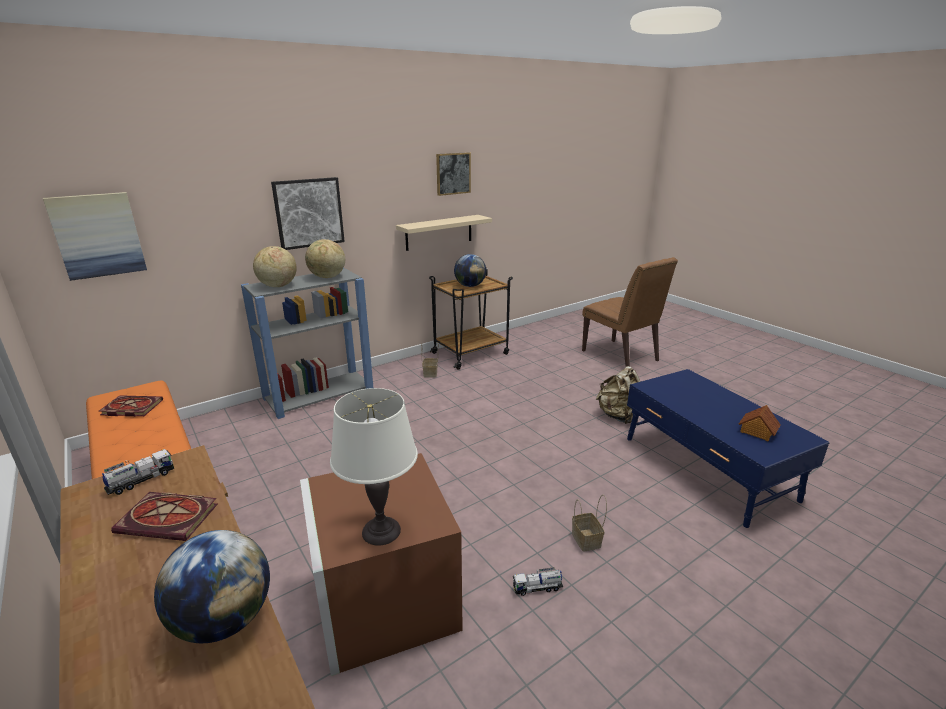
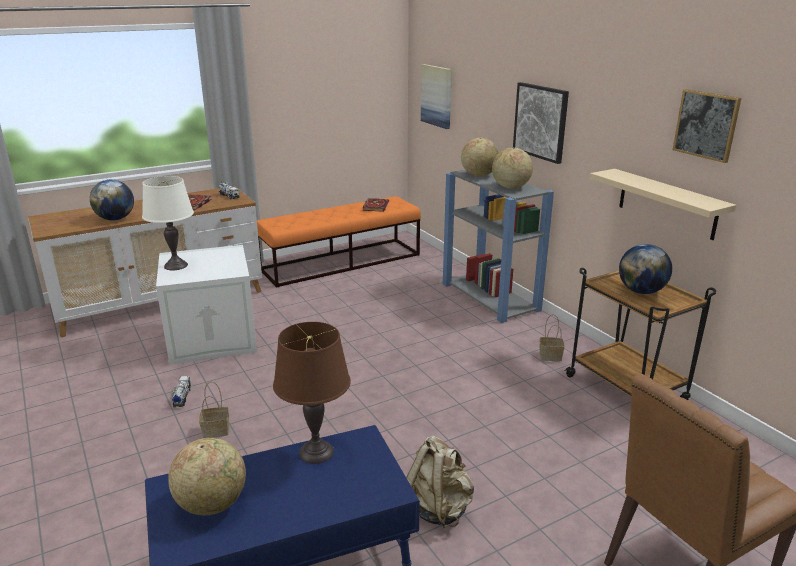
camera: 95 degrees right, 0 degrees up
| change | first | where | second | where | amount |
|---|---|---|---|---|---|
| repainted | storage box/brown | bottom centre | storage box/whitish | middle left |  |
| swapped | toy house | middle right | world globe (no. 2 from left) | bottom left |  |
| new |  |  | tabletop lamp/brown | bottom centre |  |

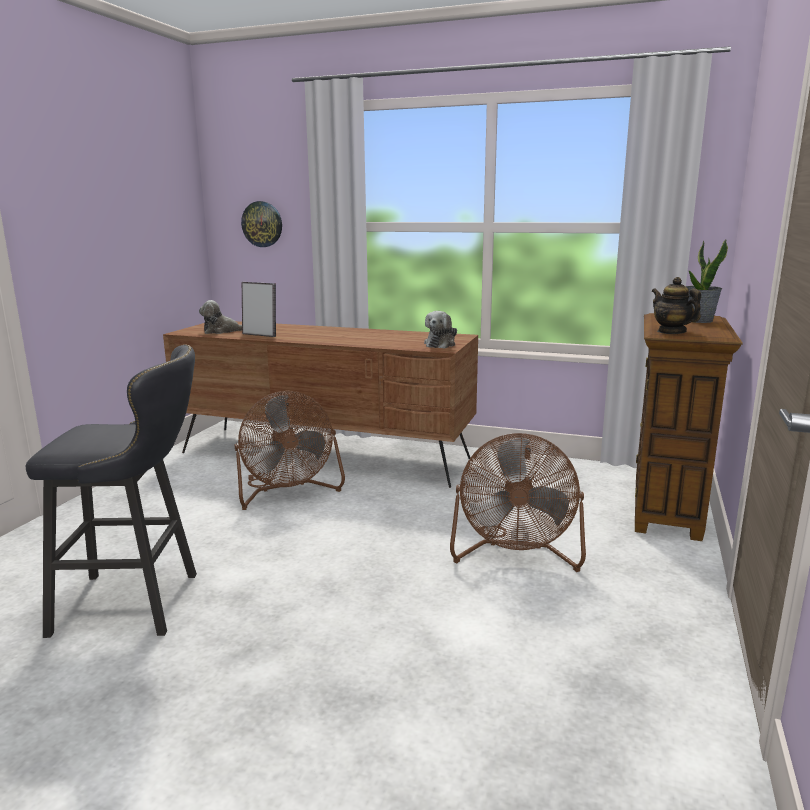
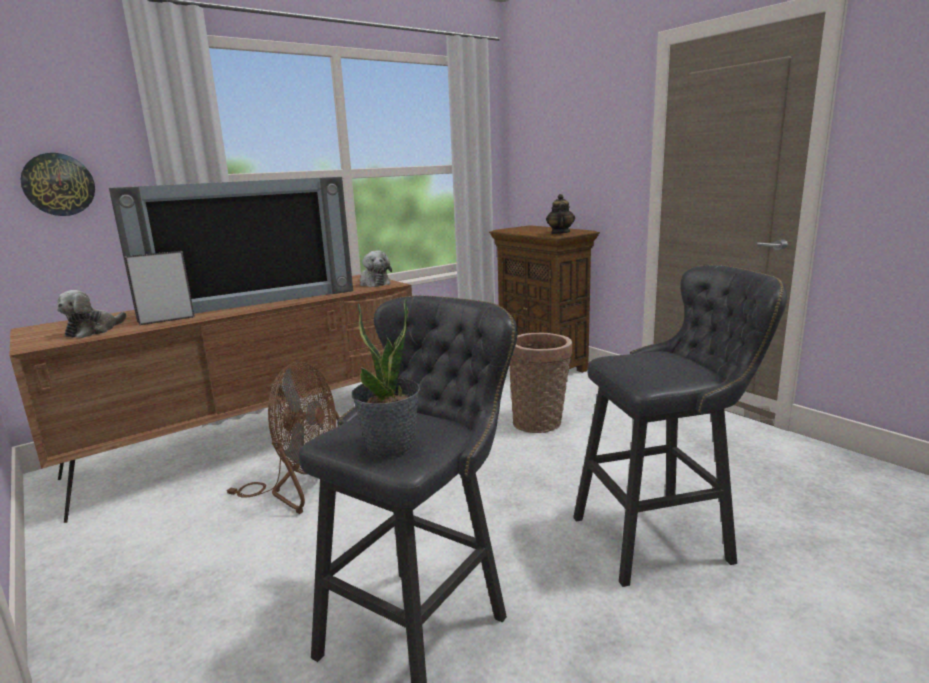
camera: 55 degrees left, 0 degrees up
| change | first | where | second | where | amount |
|---|---|---|---|---|---|
| swapped | cooling fan/brown (no. 2 from left) | centre | basket | centre |  |
| rotated | pot for tea | middle right |  | top centre | 90 degrees clockwise |
| shifted | potted plant | middle right |  | centre |  |
| new |  |  | television | middle left |  |
| new |  |  | stool/black (no. 2 from left) | middle right |  |

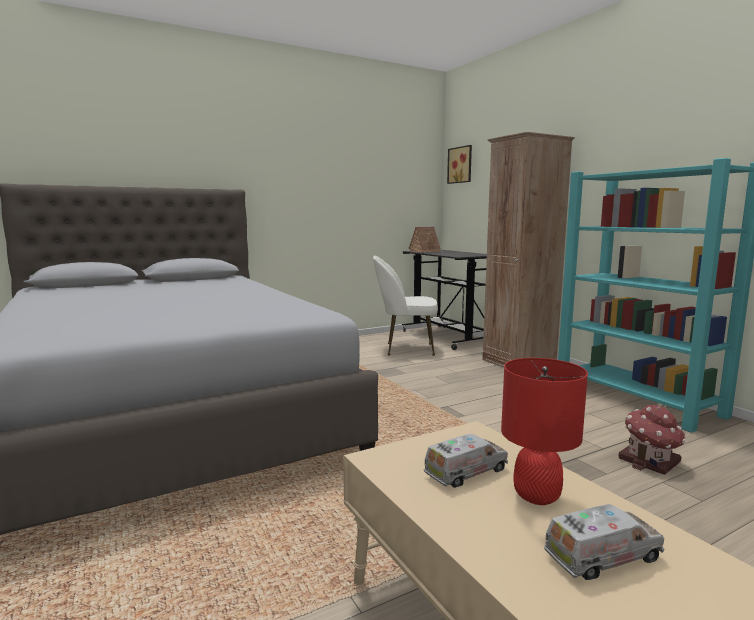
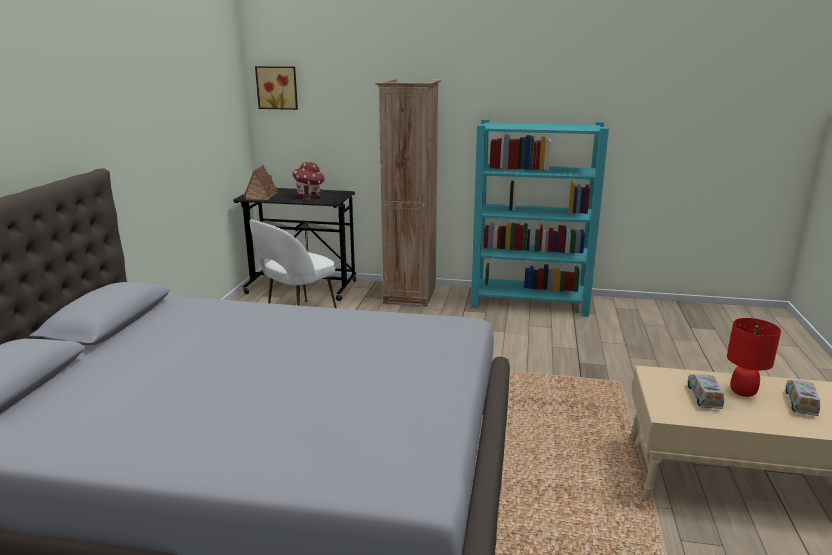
camera: 50 degrees left, 10 degrees up
| change | first | where | second | where | amount |
|---|---|---|---|---|---|
| shifted | toy house (no. 2 from left) | bottom right |  | top centre |  |

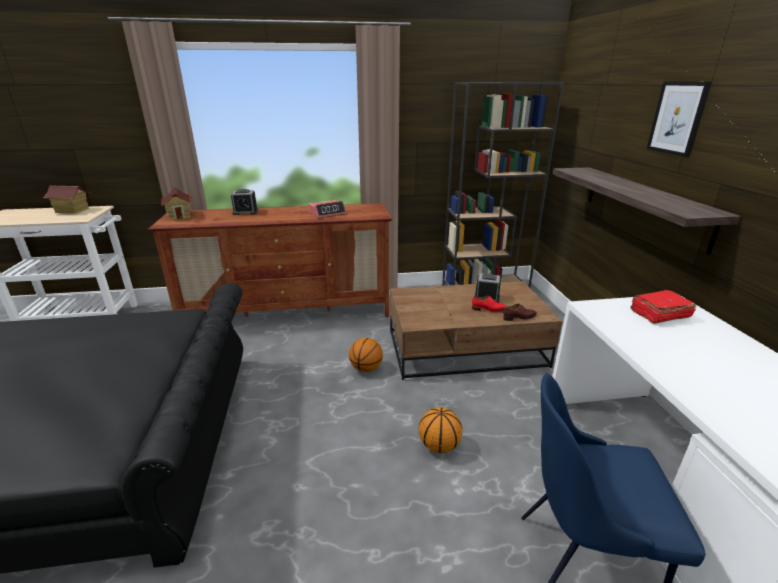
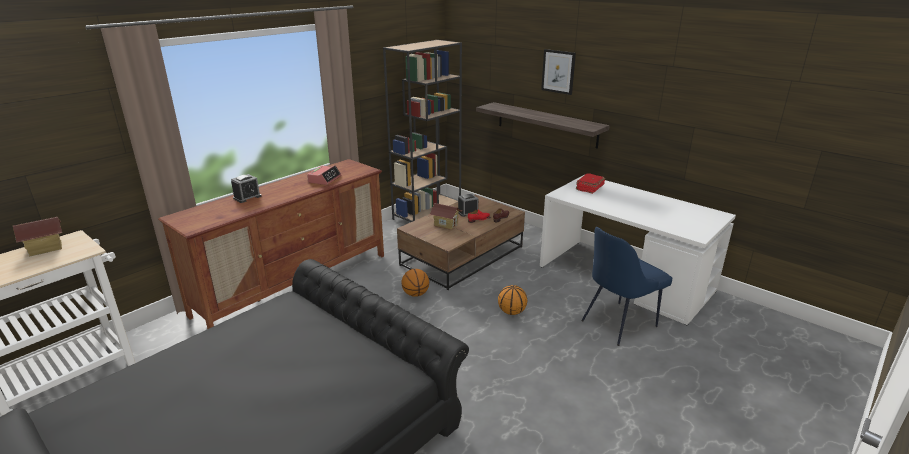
camera: 40 degrees left, 0 degrees up
| change | first | where | second | where | amount |
|---|---|---|---|---|---|
| shifted | toy house (no. 2 from left) | middle left |  | centre |  |

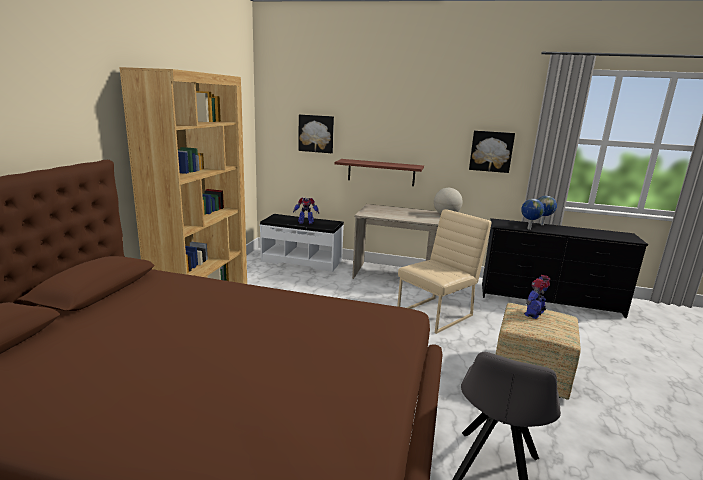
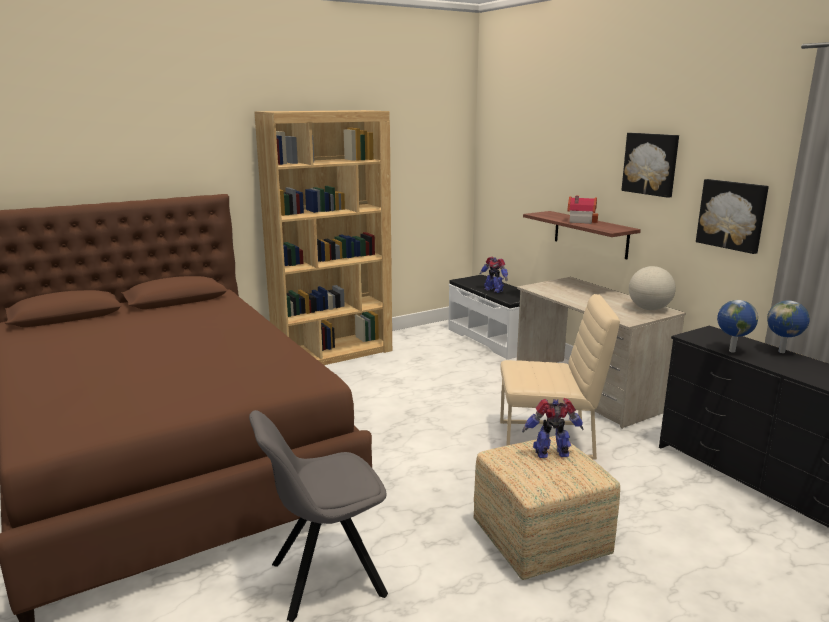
camera: 45 degrees right, 0 degrees up
| change | first | where | second | where | amount |
|---|---|---|---|---|---|
| shifted | wall art (no. 1 from left) | top centre |  | top right |  |
| new |  |  | toy house | middle right |  |

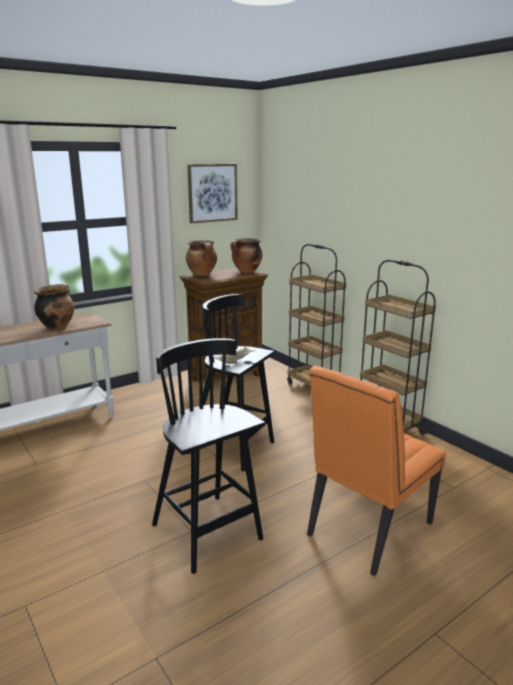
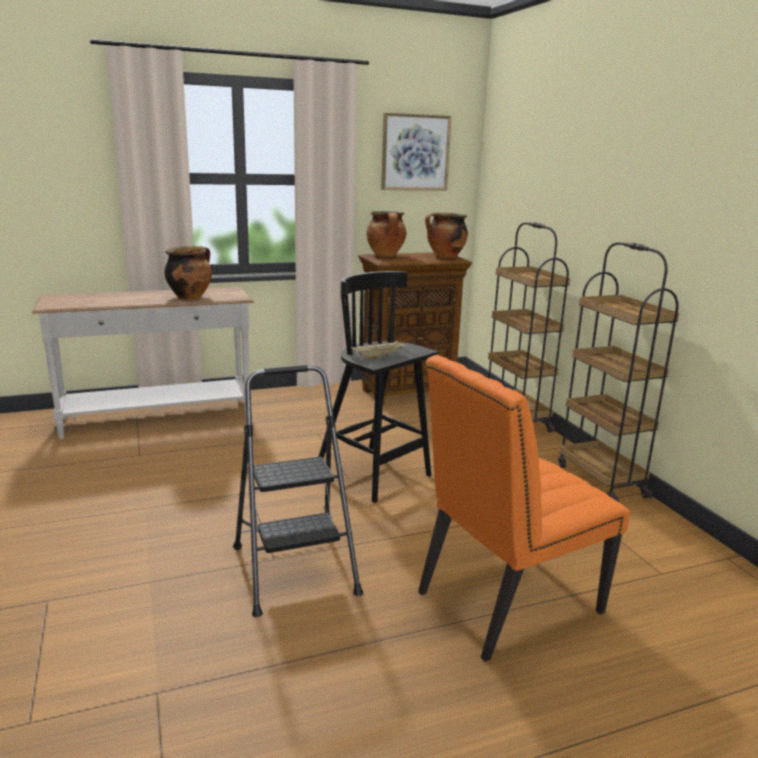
camera: 15 degrees right, 0 degrees up
| change | first | where | second | where | amount |
|---|---|---|---|---|---|
| swapped | stool/black (no. 1 from left) | centre | step ladder/black | centre |  |

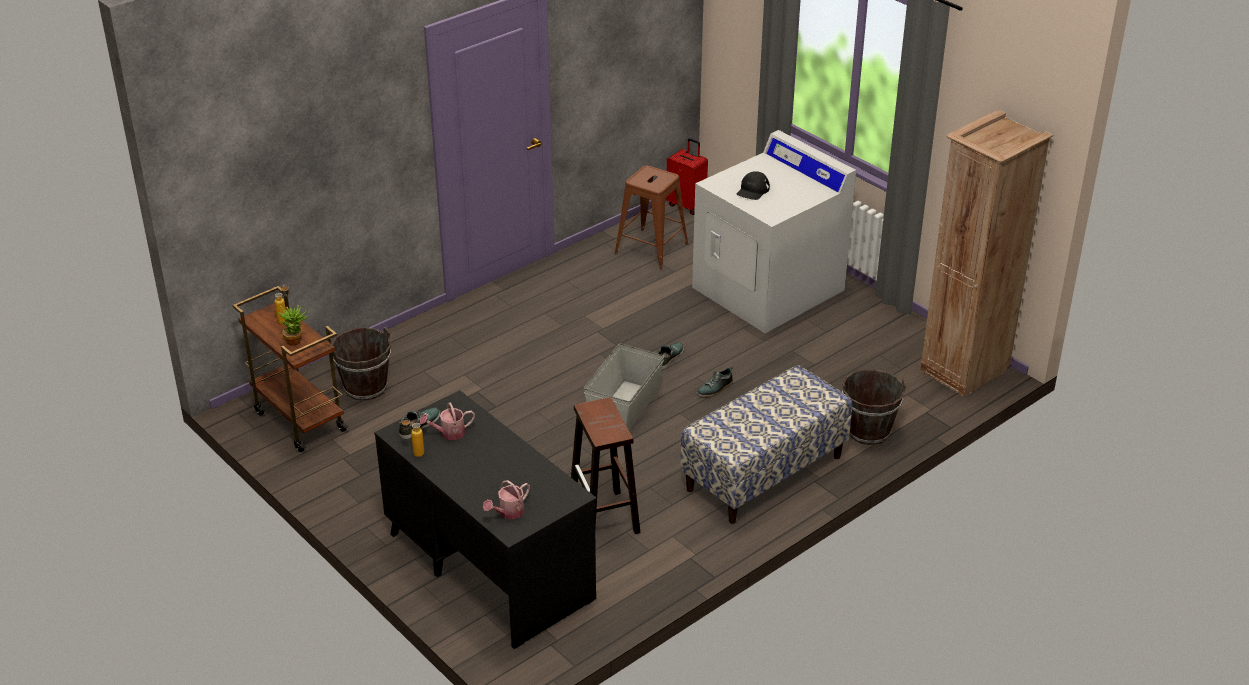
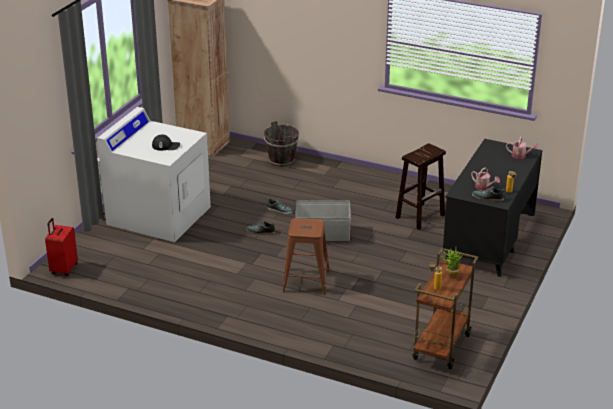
camera: 115 degrees left, 5 degrees down
| change | first | where | second | where | amount |
|---|---|---|---|---|---|
| gone | pail/brown (no. 1 from left) | middle left |  |  |  |
| shifted | stool/brown (no. 2 from left in the first image) | top centre | stool/brown (no. 1 from left) | centre |  |
| gone | indoor bench | centre |  |  |  |

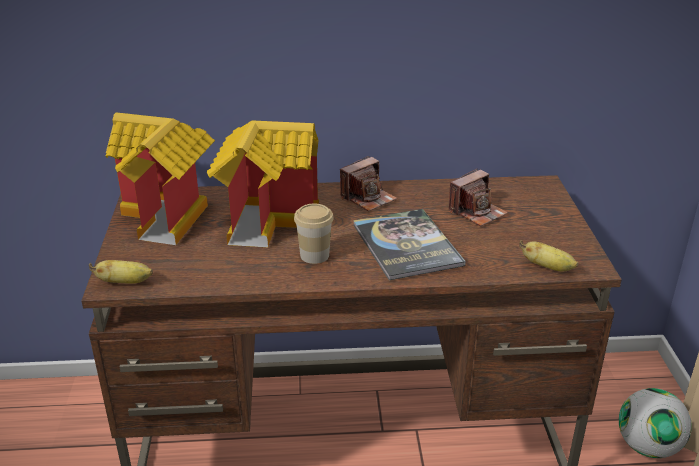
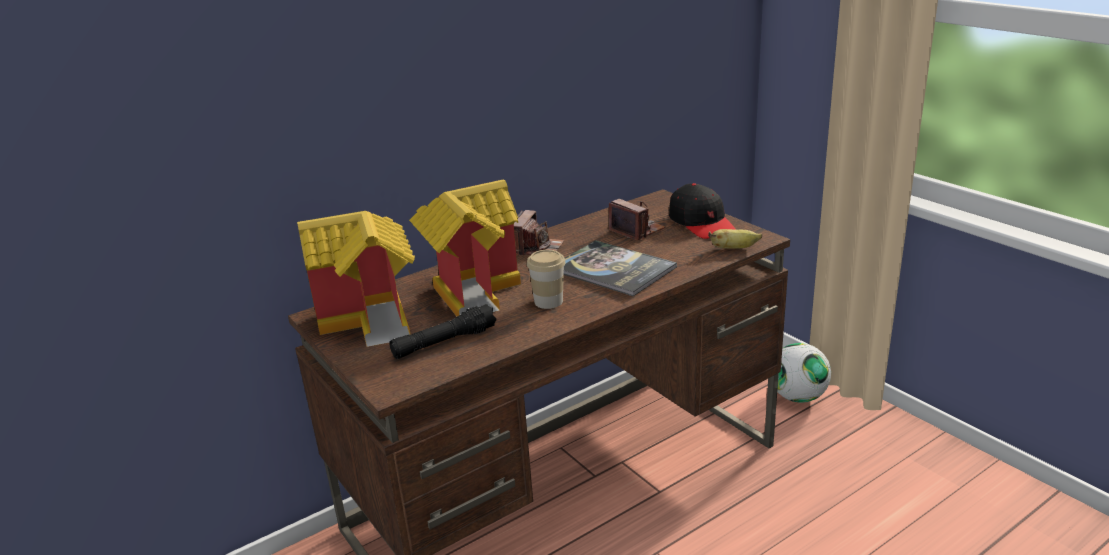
camera: 30 degrees left, 5 degrees down
| change | first | where | second | where | amount |
|---|---|---|---|---|---|
| gone | banana fruit (no. 1 from left) | middle left |  |  |  |
| rotated | still camera (no. 2 from left) | middle right |  | centre | 60 degrees counterclockwise |
| new |  |  | flashlight/black | centre |  |
| new |  |  | peaked cap/black | centre |  |

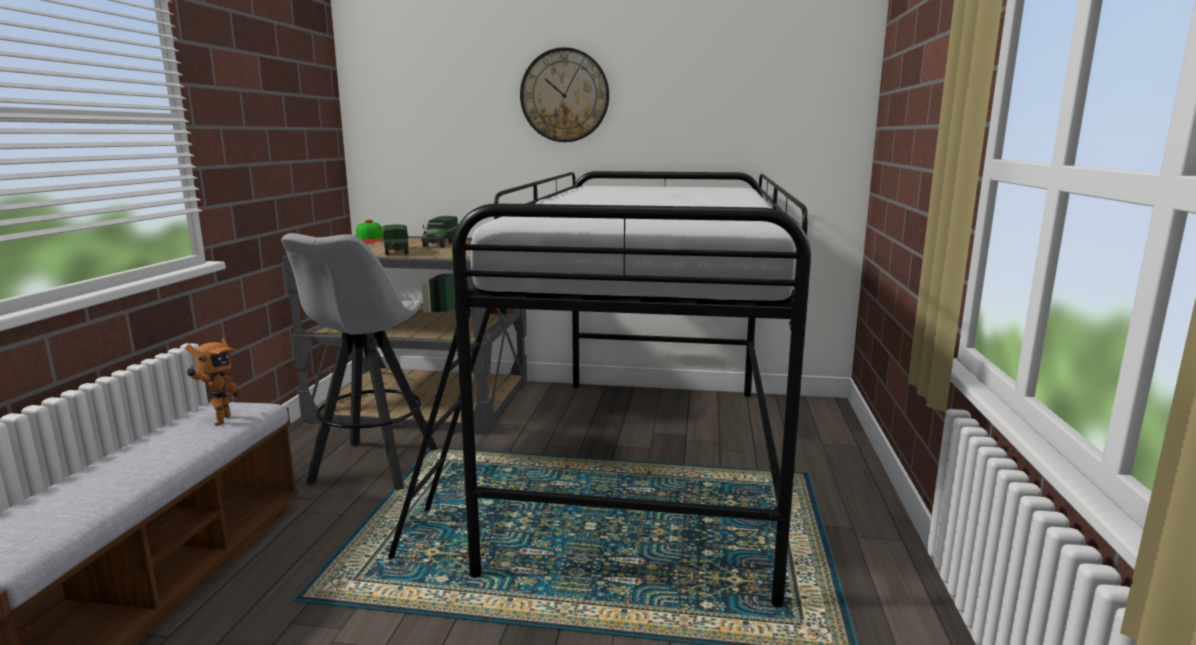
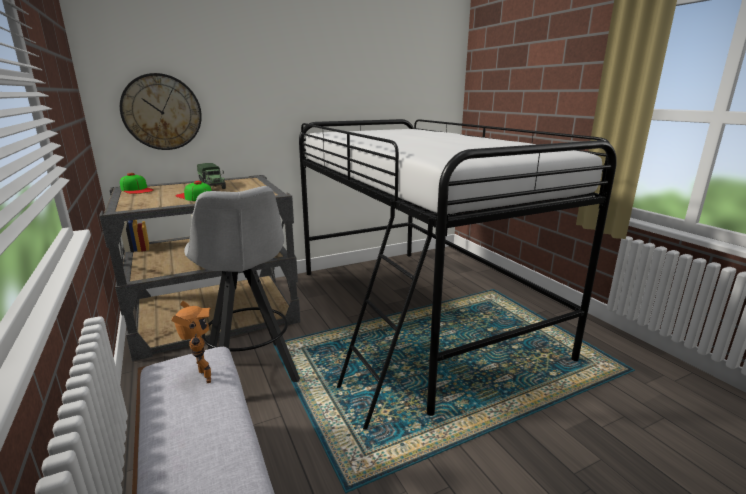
camera: 35 degrees left, 5 degrees up
| change | first | where | second | where | amount |
|---|---|---|---|---|---|
| swapped | toy lorry (no. 1 from left) | middle left | peaked cap (no. 2 from left) | middle left |  |
| shifted | clock on the wall | top centre |  | top left |  |

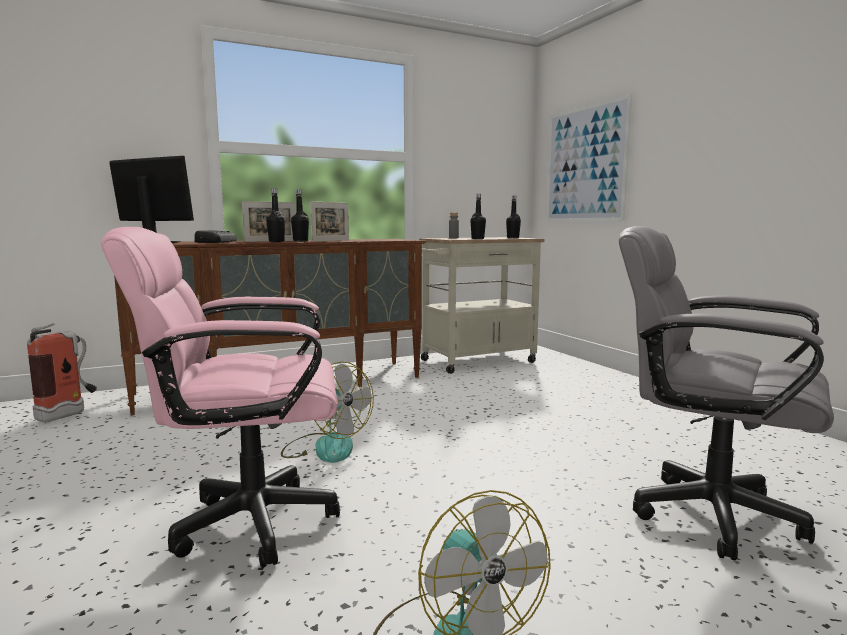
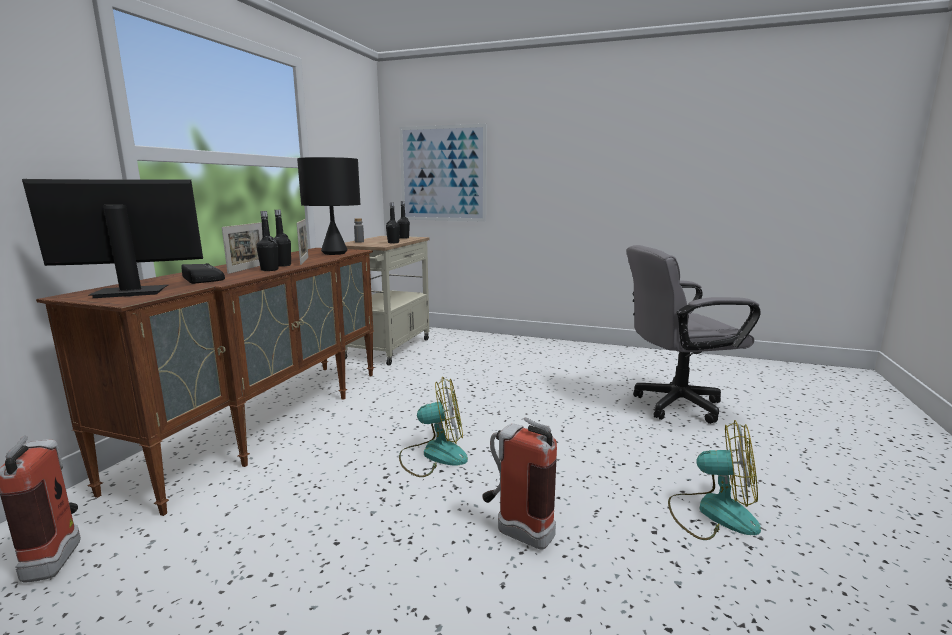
camera: 45 degrees left, 5 degrees up
| change | first | where | second | where | amount |
|---|---|---|---|---|---|
| swapped | desk chair/pink | middle left | fire-fighting cylinder (no. 2 from left) | bottom centre |  |
| new |  |  | tabletop lamp/black | top centre |  |

